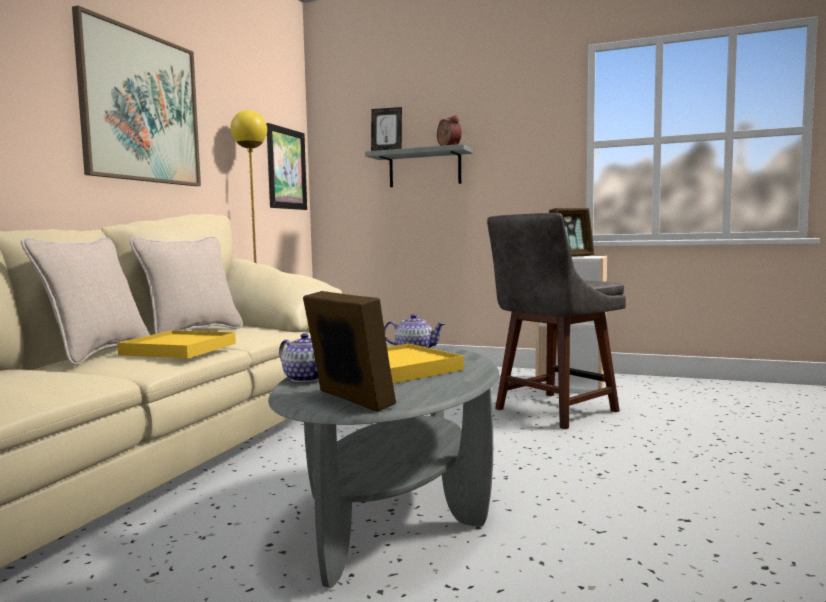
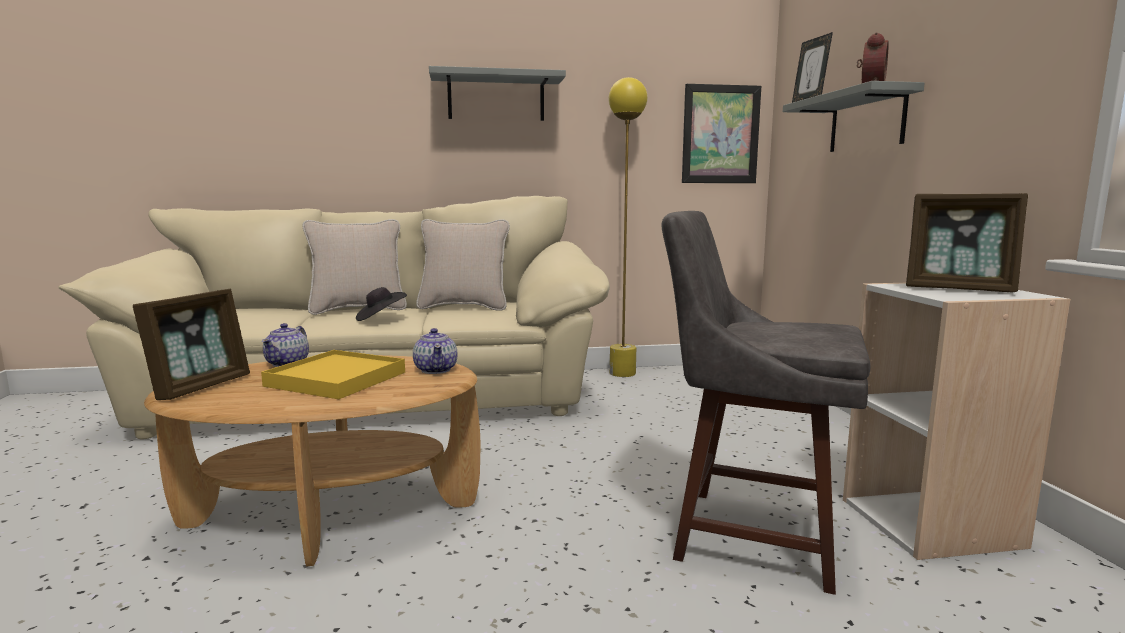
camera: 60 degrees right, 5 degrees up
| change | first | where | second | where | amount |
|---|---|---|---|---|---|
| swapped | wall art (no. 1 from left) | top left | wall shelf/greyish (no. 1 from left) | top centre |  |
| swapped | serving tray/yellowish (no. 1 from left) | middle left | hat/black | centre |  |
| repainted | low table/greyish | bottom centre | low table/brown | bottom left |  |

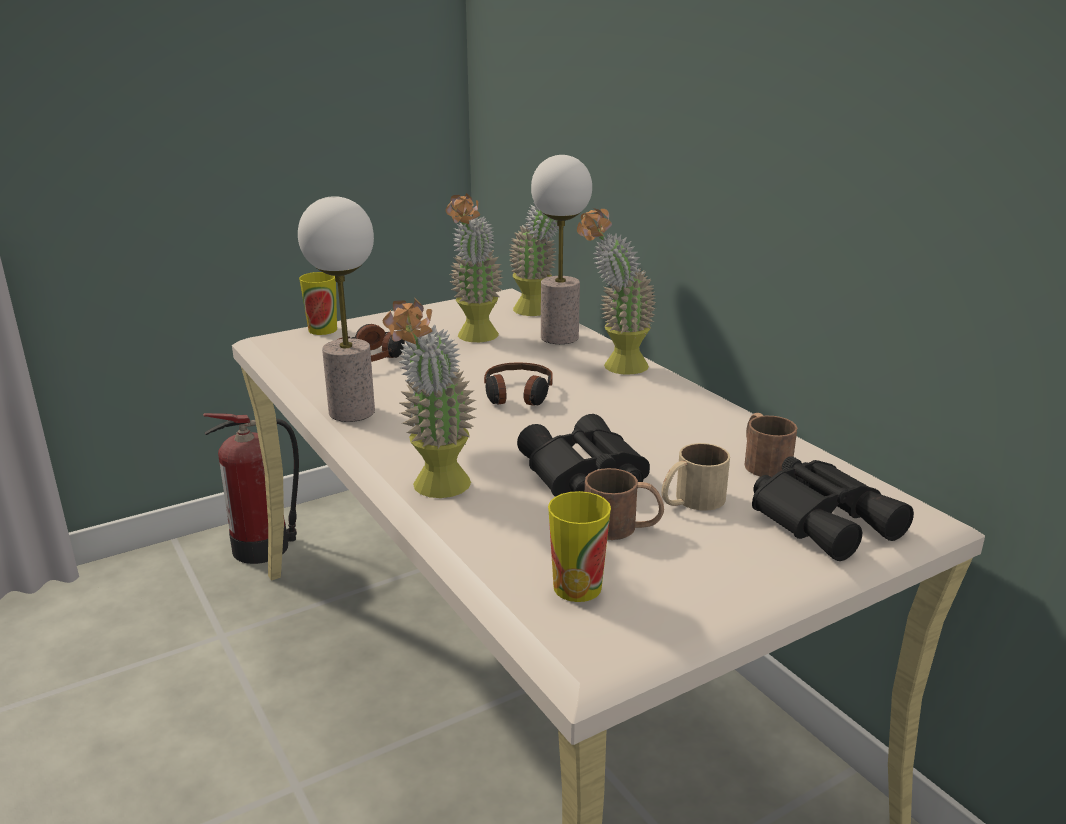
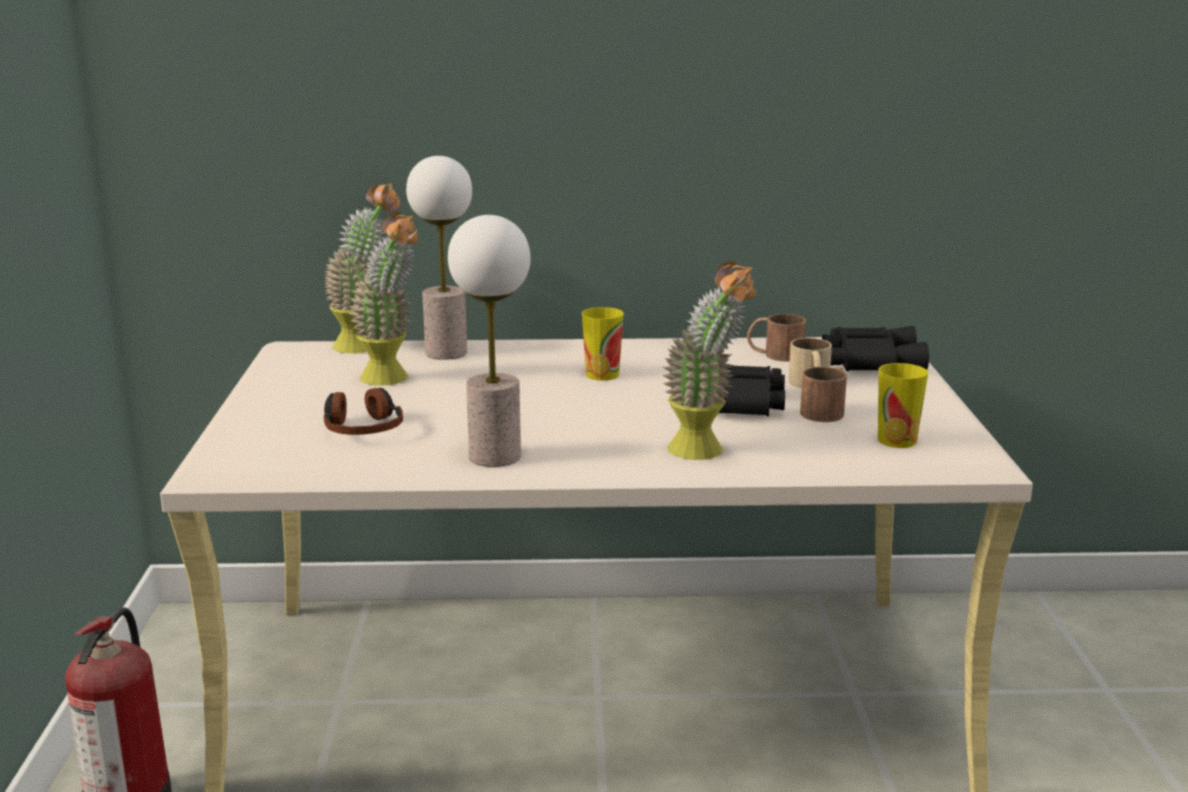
camera: 60 degrees left, 5 degrees down
| change | first | where | second | where | amount |
|---|---|---|---|---|---|
| shifted | drinking cup (no. 1 from left) | middle left |  | centre |  |
| gone | headset (no. 2 from left) | centre |  |  |  |
| gone | potted plant (no. 4 from left) | centre |  |  |  |

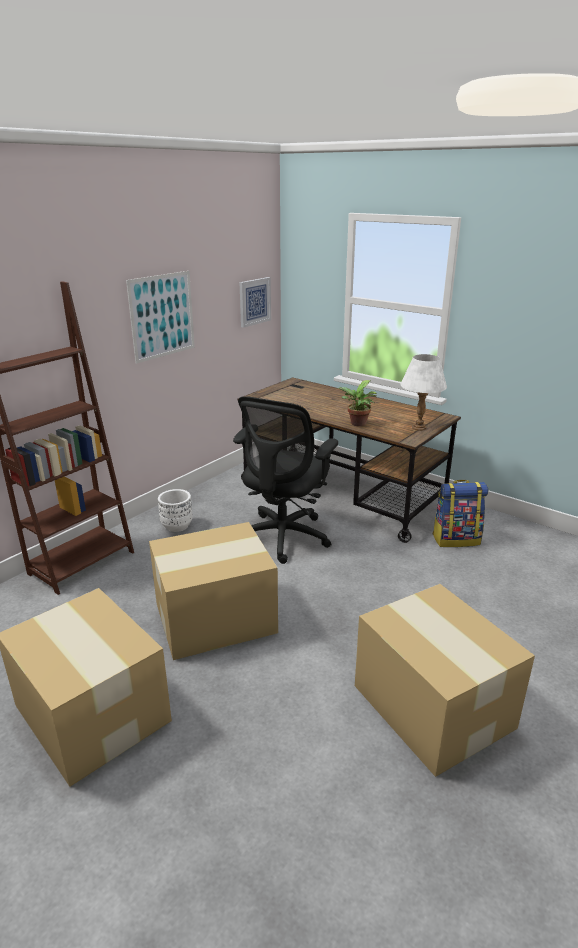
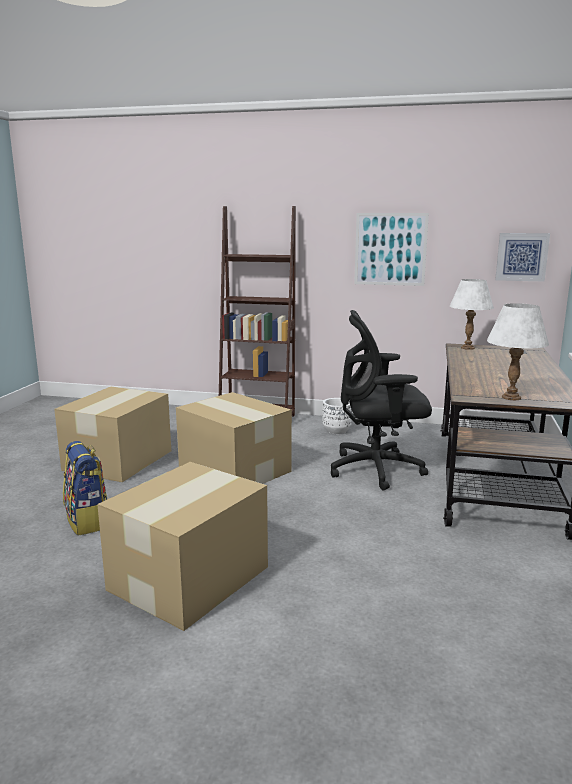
camera: 65 degrees right, 10 degrees down
| change | first | where | second | where | amount |
|---|---|---|---|---|---|
| gone | potted plant | centre |  |  |  |
| shifted | rucksack | middle right |  | middle left |  |
| new |  |  | tabletop lamp/whitish (no. 1 from left) | middle right |  |

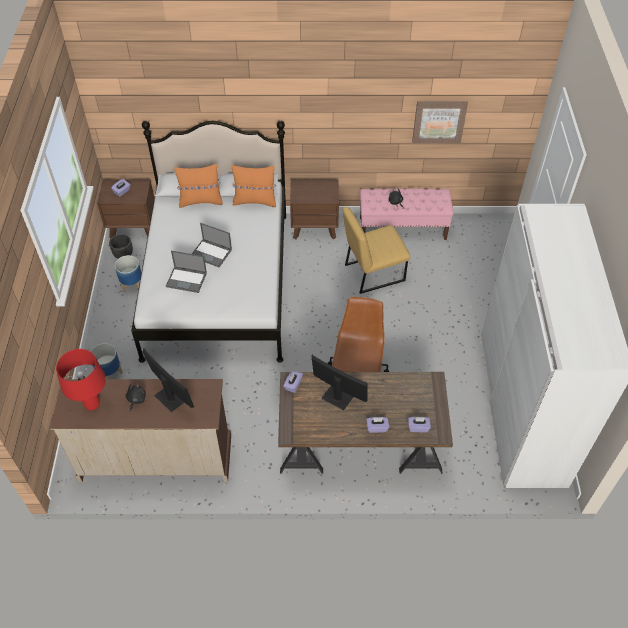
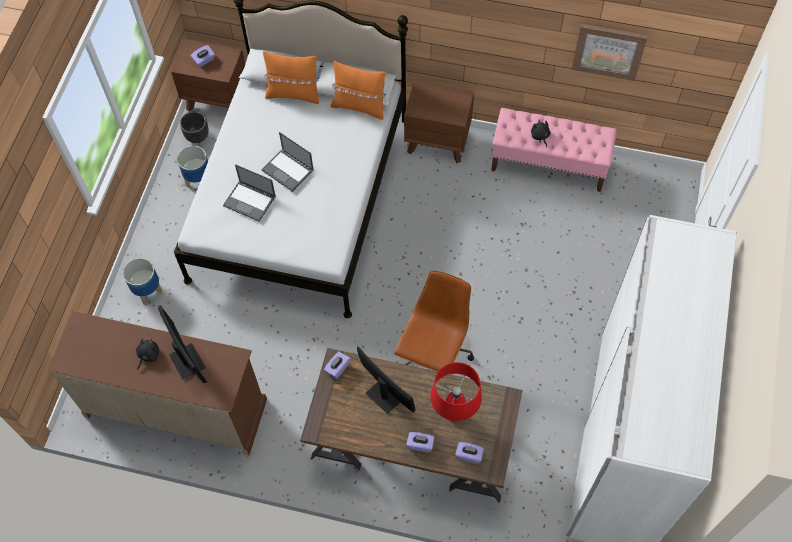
camera: 15 degrees right, 10 degrees up
| change | first | where | second | where | amount |
|---|---|---|---|---|---|
| shifted | tabletop lamp/reddish | middle left |  | bottom centre |  |
| gone | chair/yellowish | centre |  |  |  |

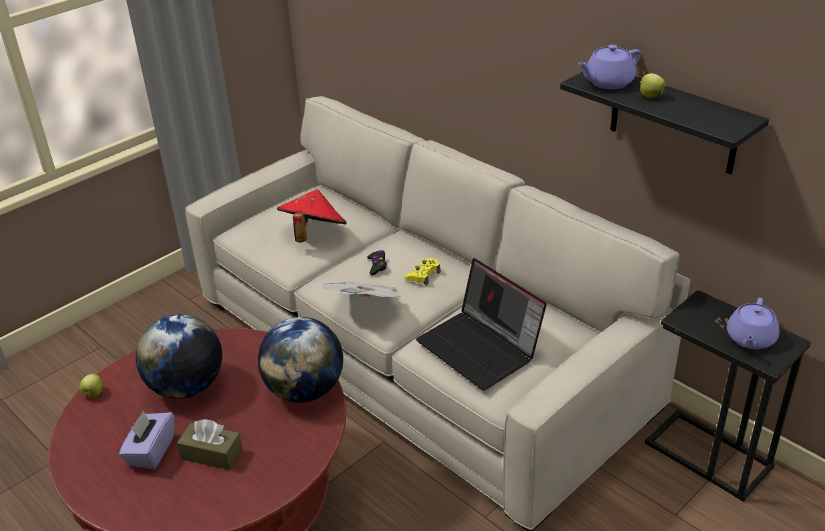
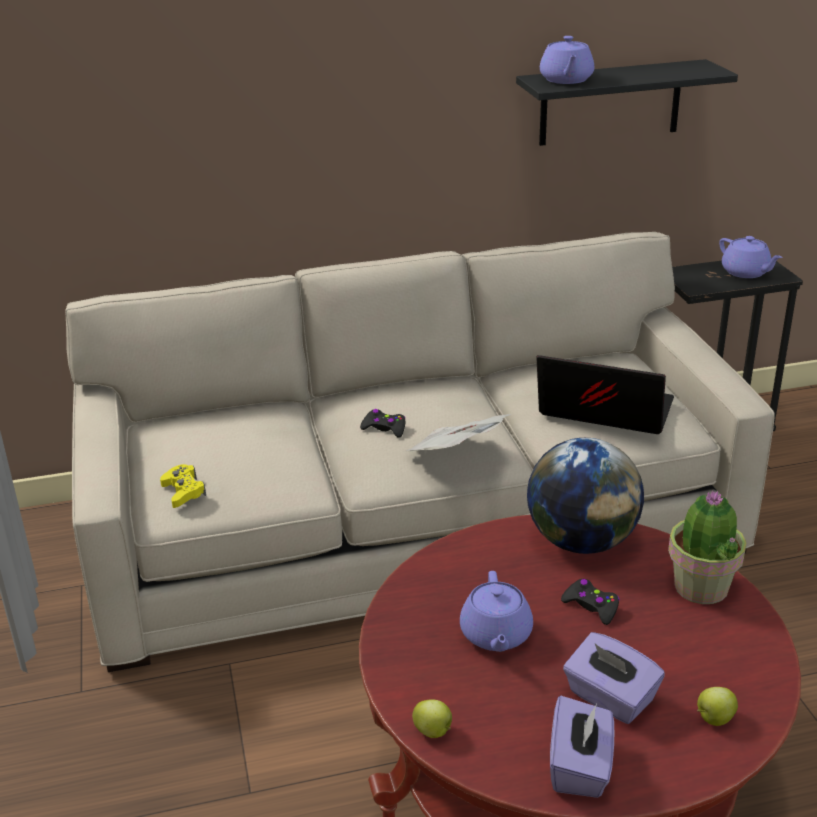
camera: 60 degrees left, 5 degrees down
| change | first | where | second | where | amount |
|---|---|---|---|---|---|
| swapped | world globe (no. 1 from left) | bottom left | pot for tea/purple-coloured (no. 1 from left) | bottom centre |  |
| gone | tissue holder/brown | bottom left |  |  |  |
| gone | hat/reddish | centre |  |  |  |
| shifted | joypad/yellowish | centre |  | middle left |  |
| rotated | portable computer | centre |  | middle right | 150 degrees counterclockwise |
| shifted | whole apple (no. 2 from left) | top right |  | bottom right |  |
| new |  |  | tissue holder/purple-coloured (no. 1 from left) | bottom right |  |
| new |  |  | joypad/black (no. 2 from left) | bottom right |  |
| new |  |  | potted plant | bottom right |  |

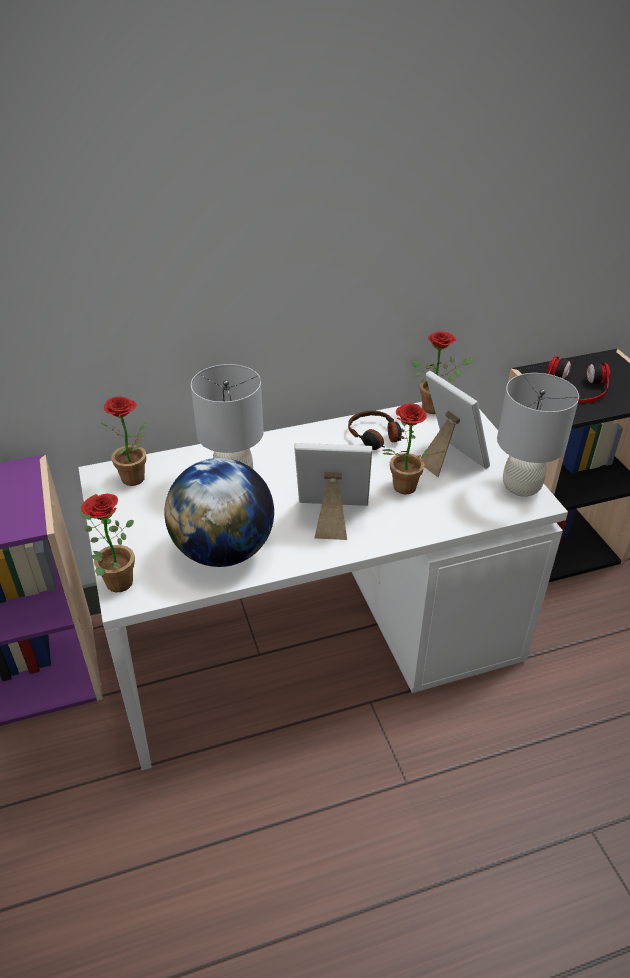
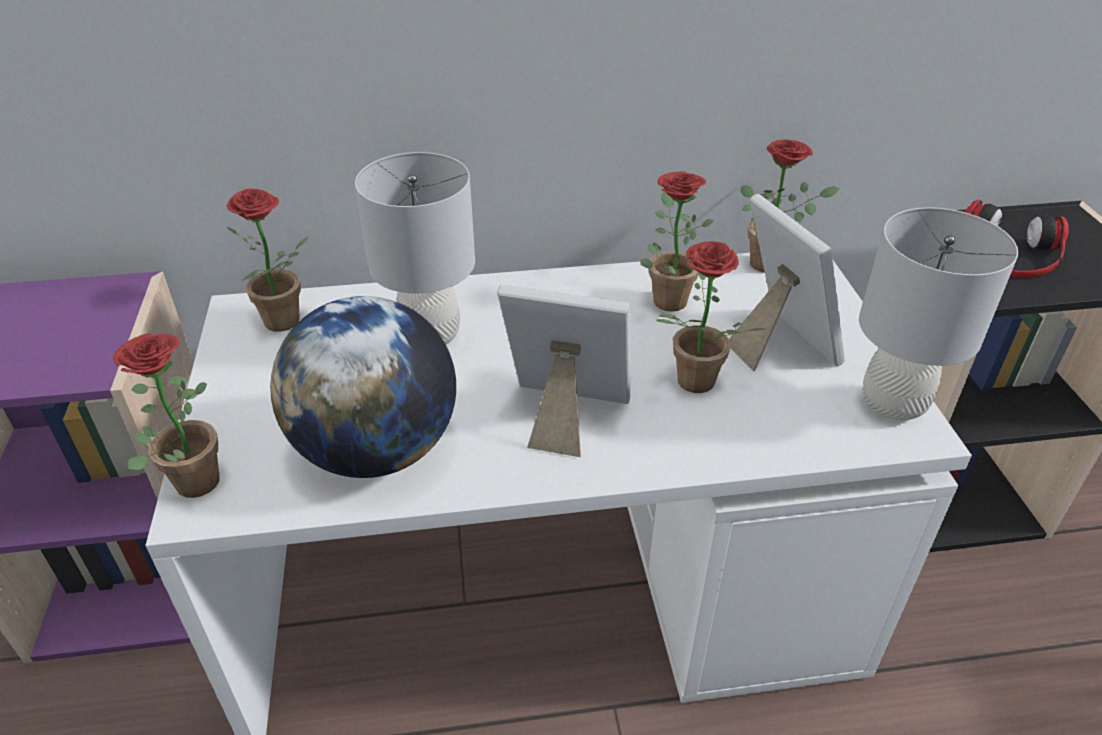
camera: 10 degrees right, 0 degrees up
| change | first | where | second | where | amount |
|---|---|---|---|---|---|
| swapped | headset (no. 1 from left) | centre | potted plant (no. 3 from left) | top centre |  |

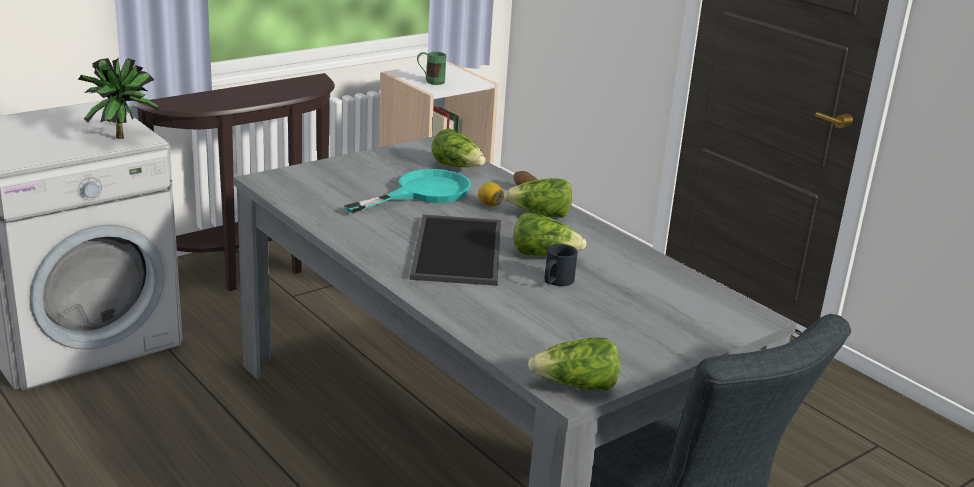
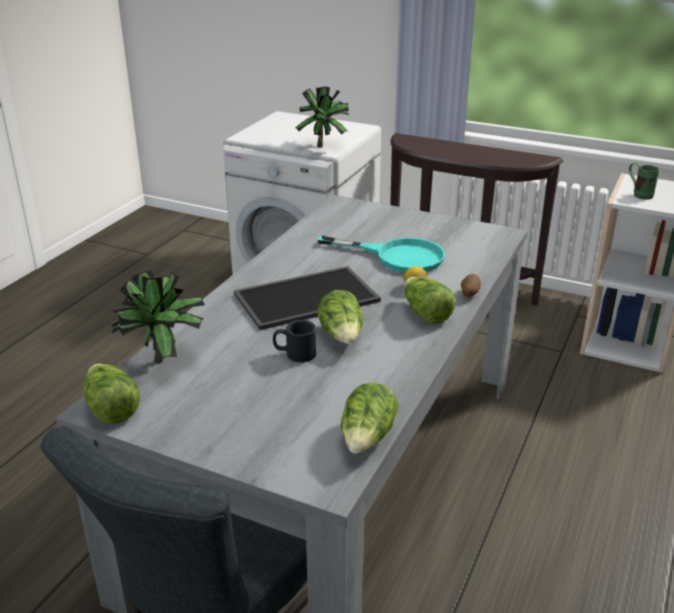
camera: 65 degrees right, 5 degrees up
| change | first | where | second | where | amount |
|---|---|---|---|---|---|
| shifted | lettuce (no. 1 from left in the first image) | top centre | lettuce (no. 3 from left) | bottom centre |  |
| new |  |  | potted plant (no. 1 from left) | middle left |  |

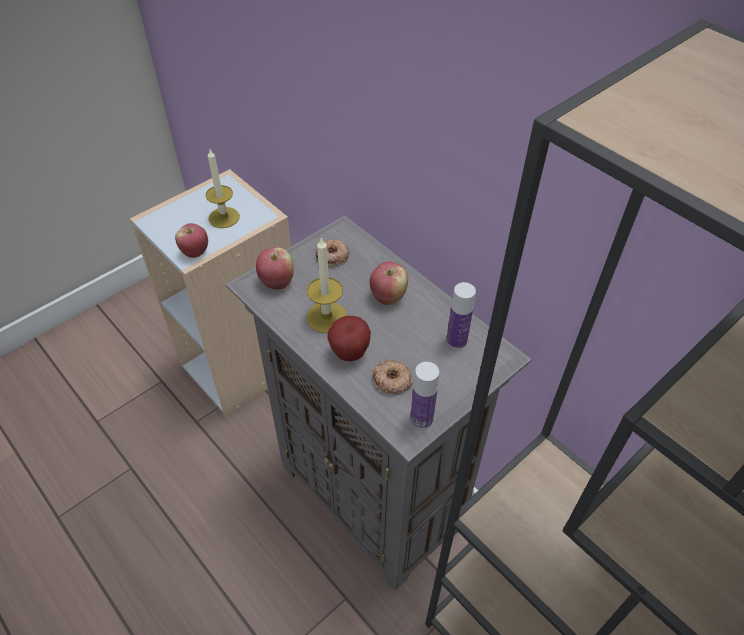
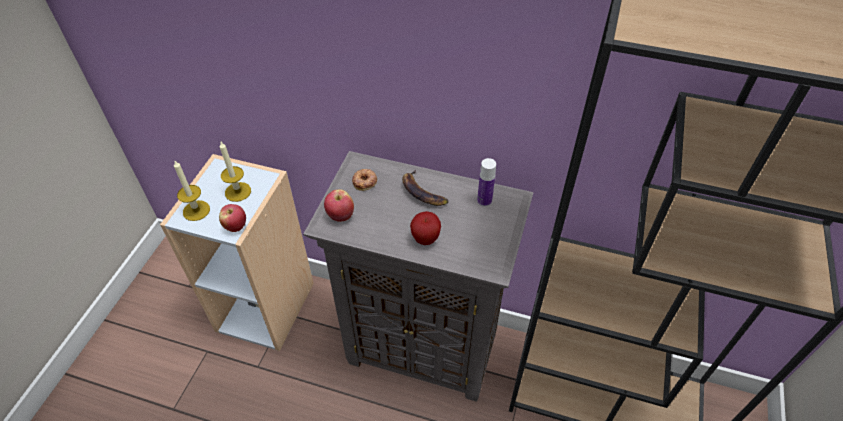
camera: 30 degrees left, 0 degrees up
| change | first | where | second | where | amount |
|---|---|---|---|---|---|
| shifted | candle (no. 2 from left in the first image) | centre | candle (no. 1 from left) | middle left |  |
| swapped | whole apple (no. 4 from left) | centre | banana fruit | centre |  |
| gone | donut (no. 2 from left) | centre |  |  |  |
| gone | drink bottle (no. 1 from left) | centre |  |  |  |

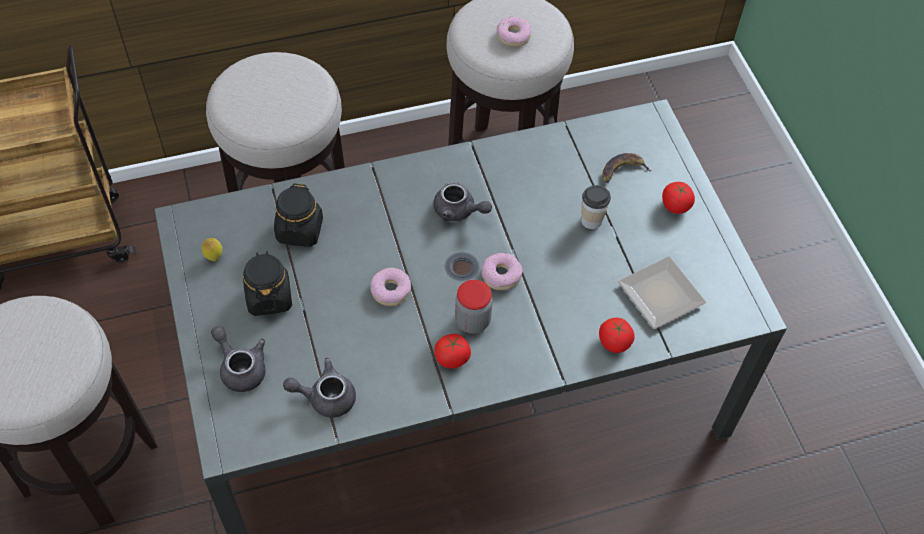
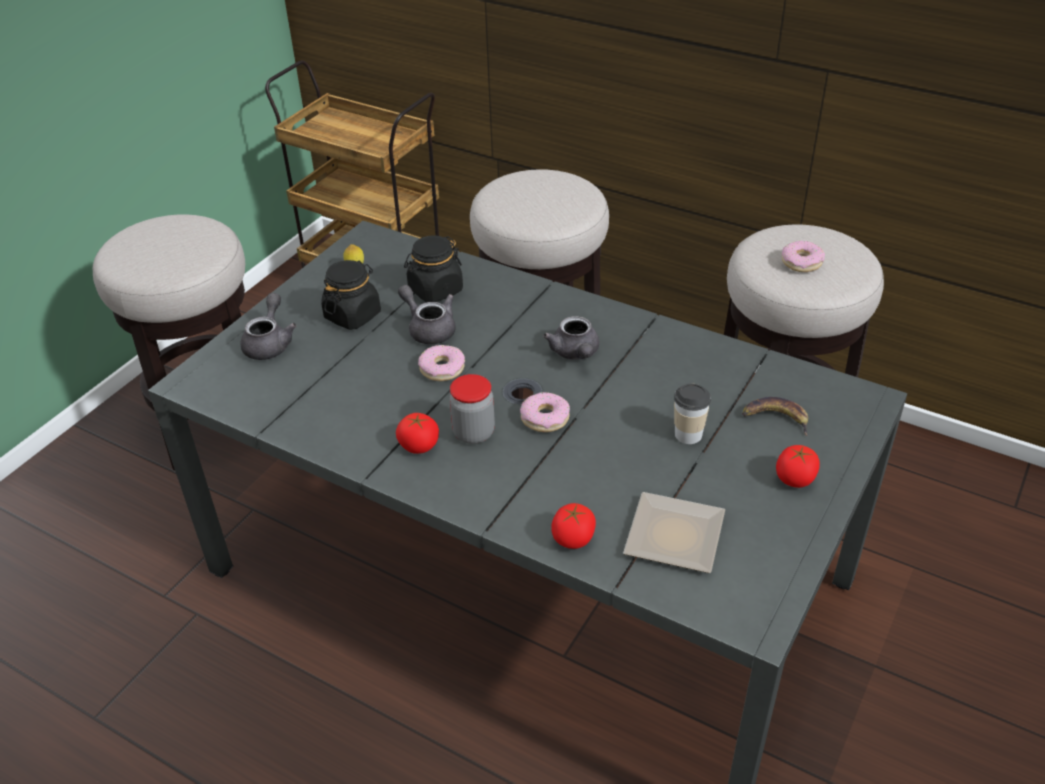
camera: 50 degrees right, 15 degrees down
| change | first | where | second | where | amount |
|---|---|---|---|---|---|
| shifted | pot for tea/greyish (no. 2 from left) | bottom centre |  | centre |  |

